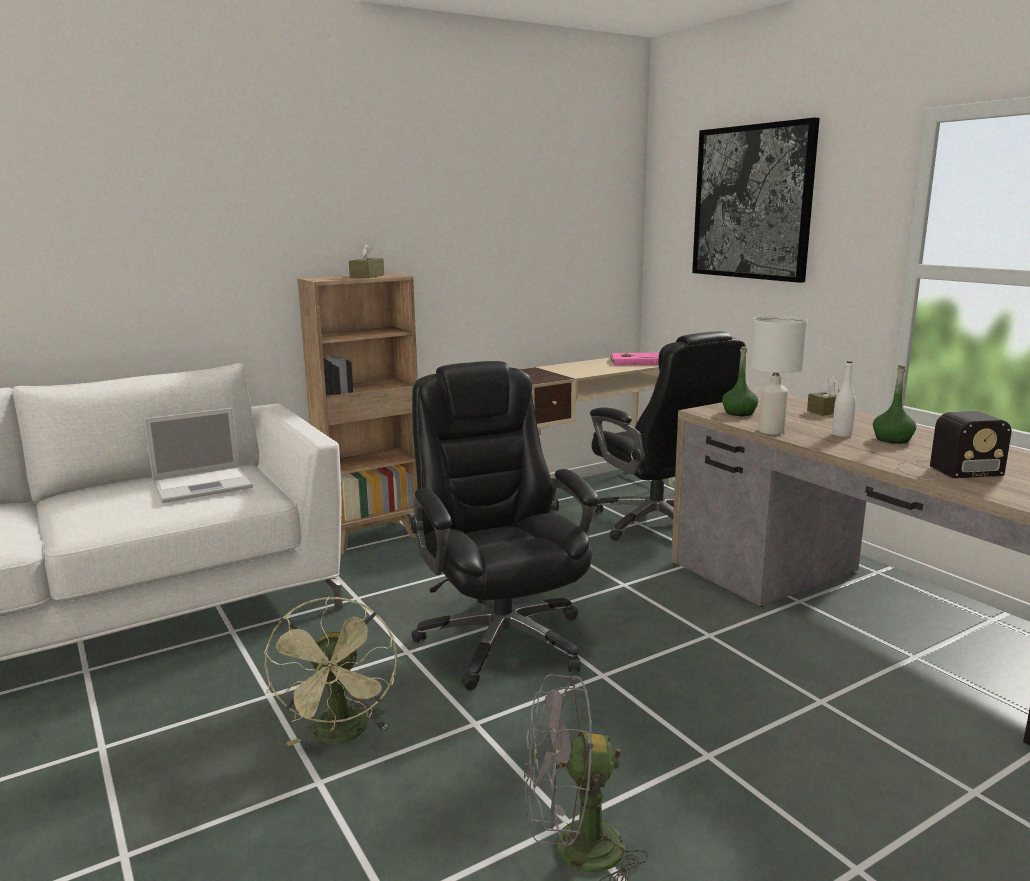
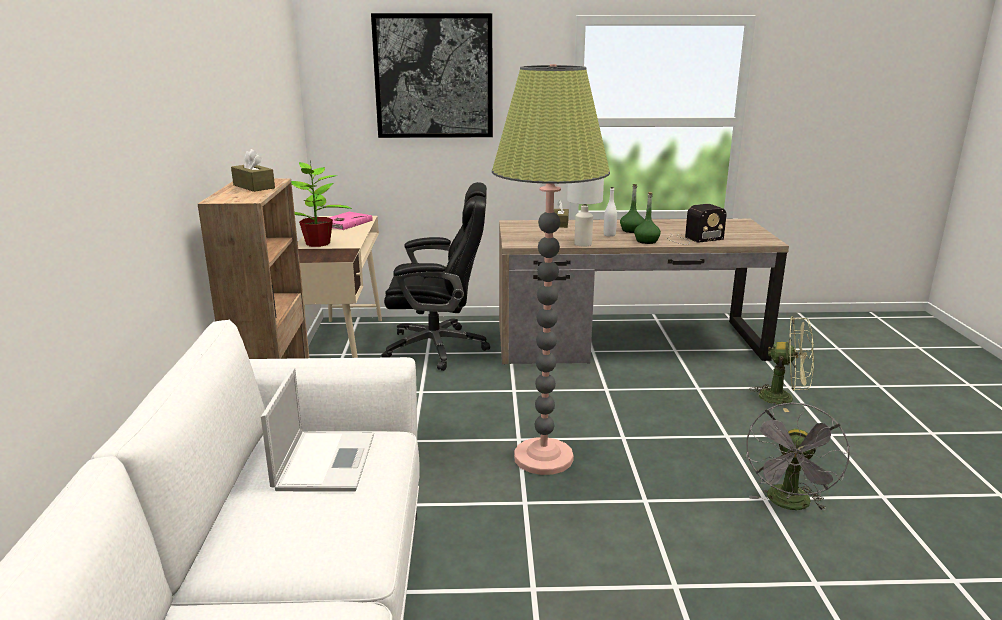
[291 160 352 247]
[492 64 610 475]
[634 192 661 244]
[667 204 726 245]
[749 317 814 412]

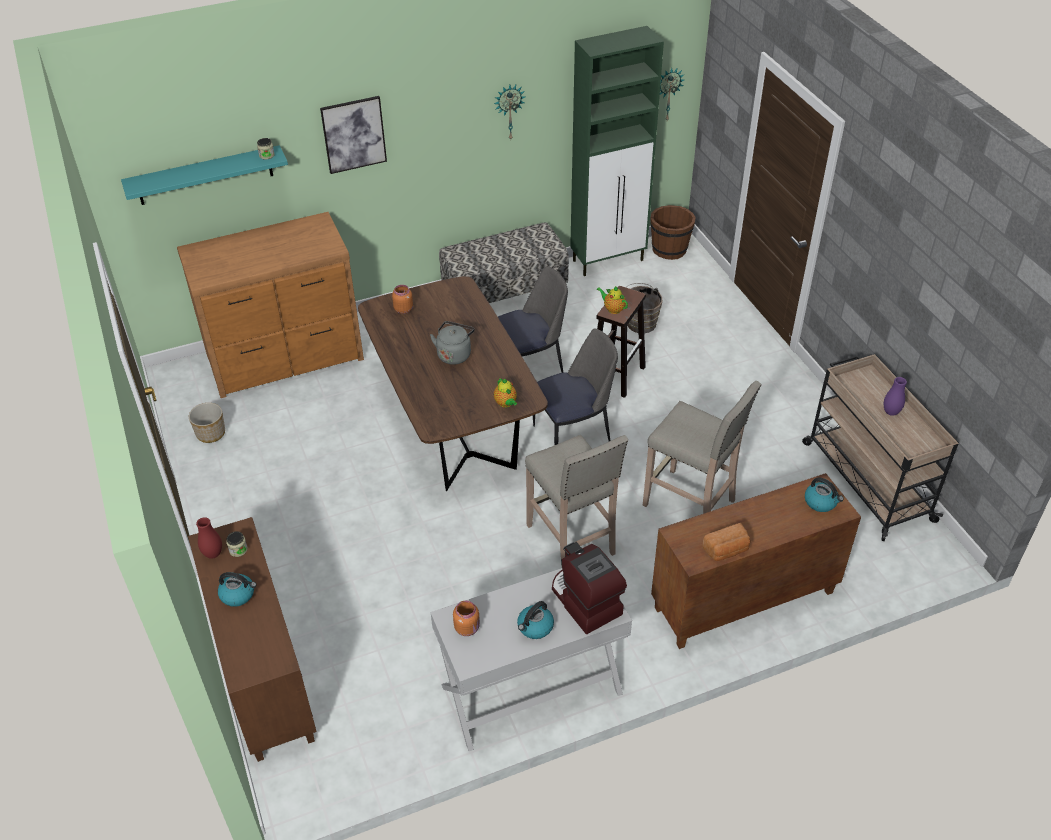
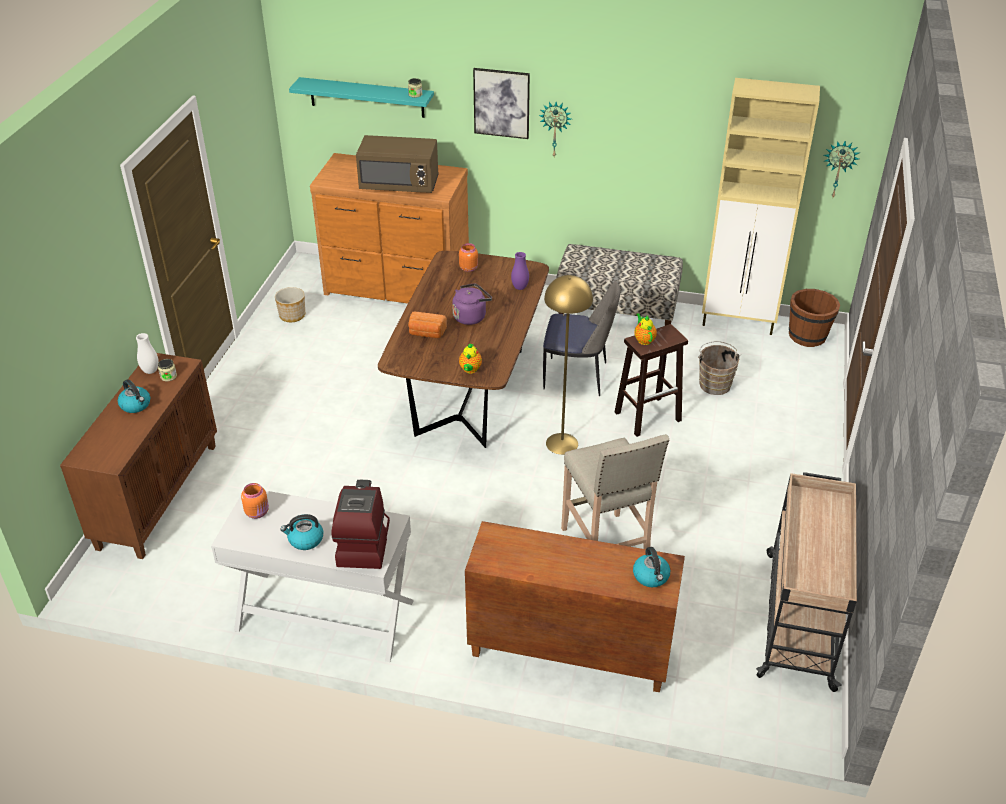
[136 333 159 374]
[356 135 439 193]
[408 312 447 338]
[452 283 492 325]
[511 252 529 290]
[539 102 571 157]
[544 275 593 455]
[702 78 820 335]
[525 435 628 559] (first image)

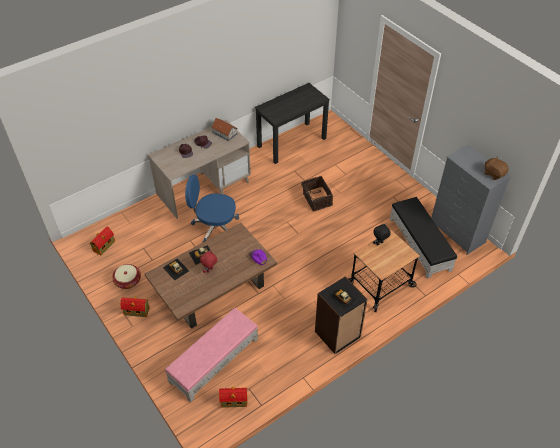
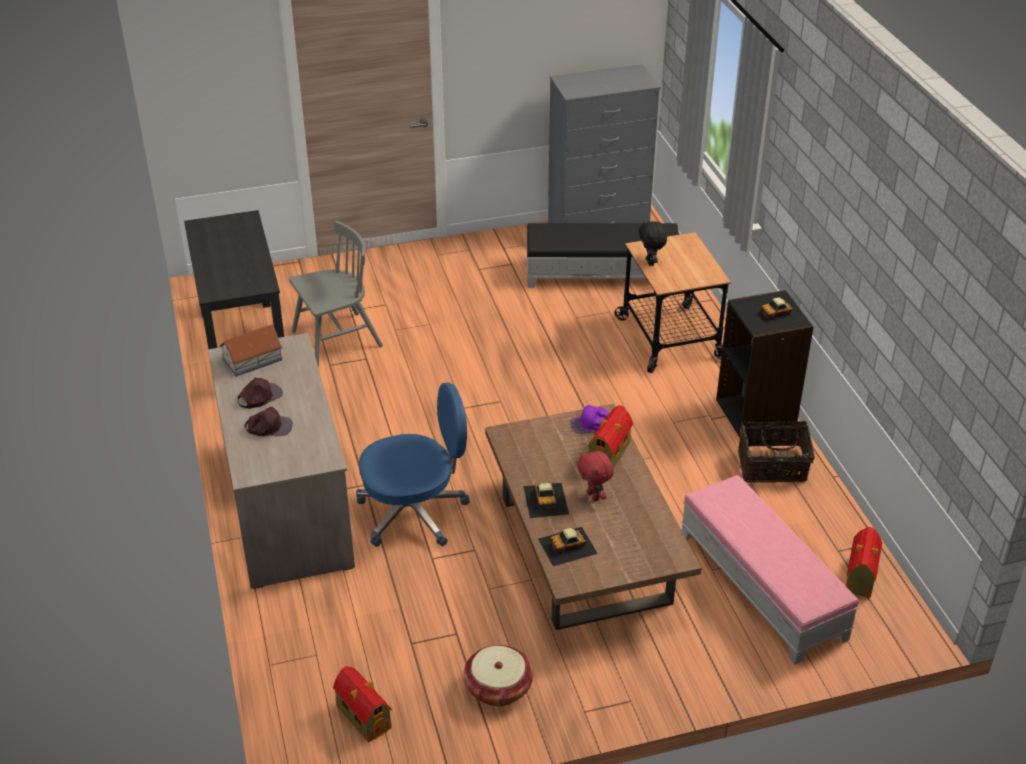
[289 221 383 367]
[356 383 470 547]
[587 405 633 468]
[738 421 815 483]
[484 157 509 180] (first image)

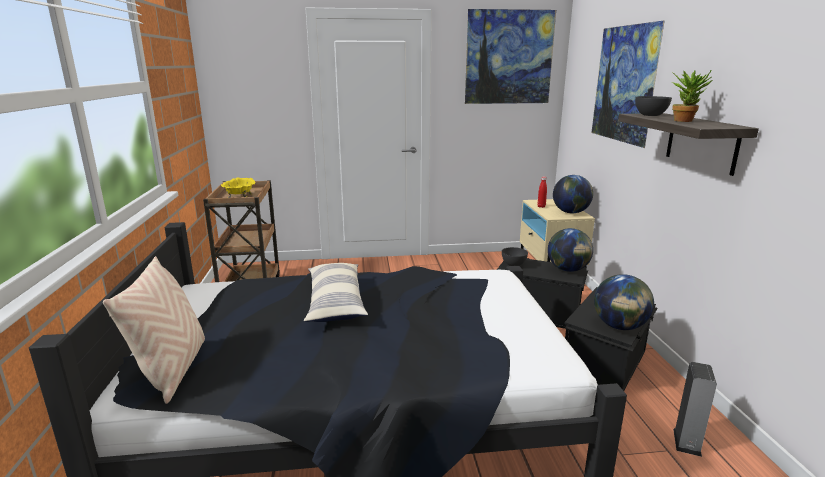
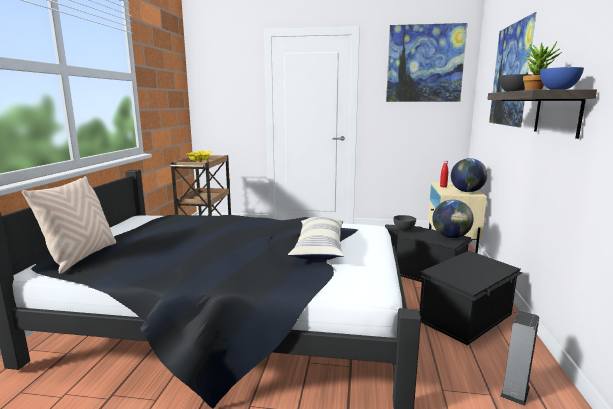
[288 217 344 260]
[540 67 584 90]
[594 274 654 330] (first image)

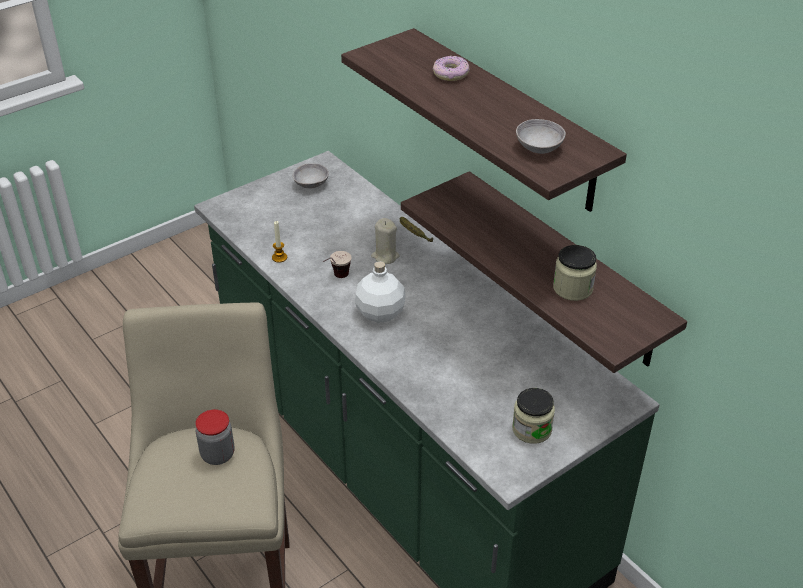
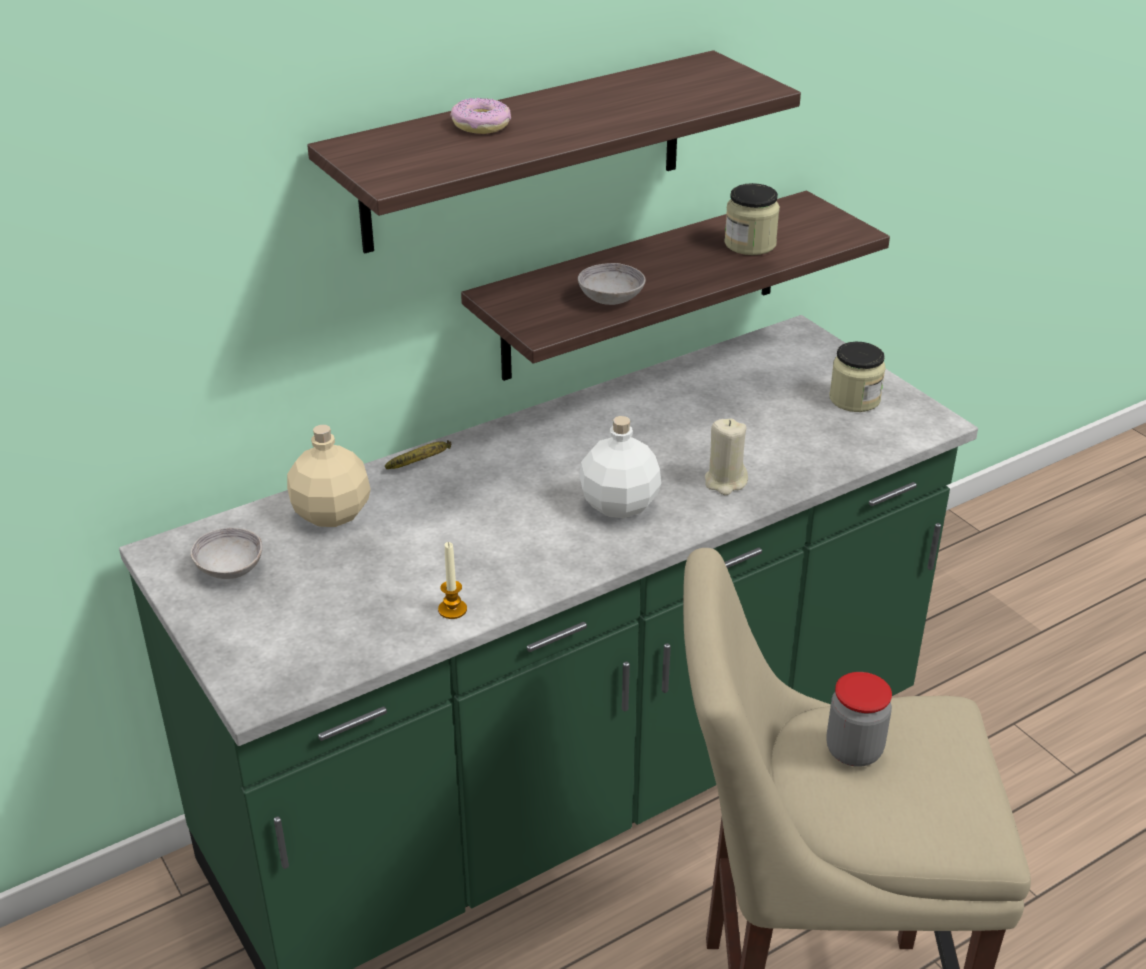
[287 425 371 527]
[578 263 646 305]
[705 419 748 495]
[323 251 352 278] (first image)

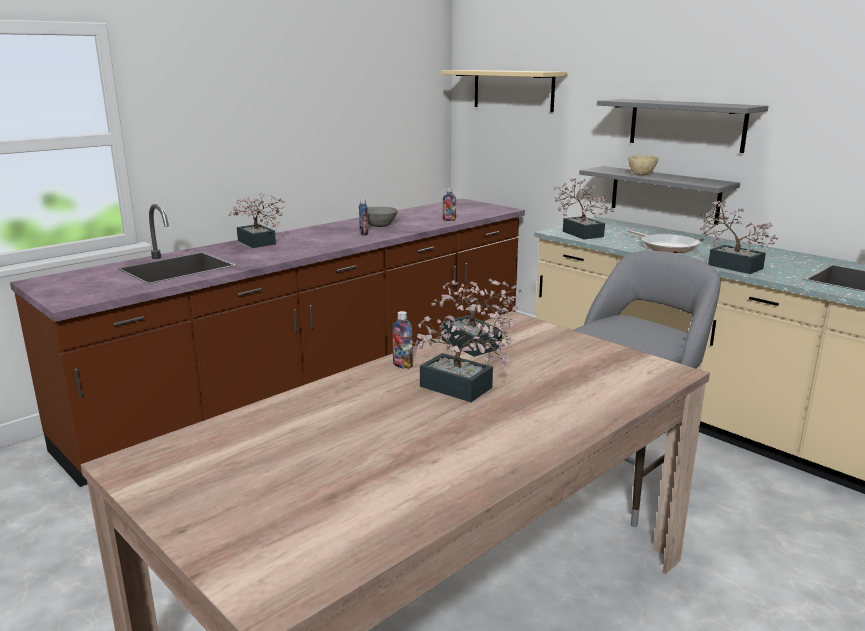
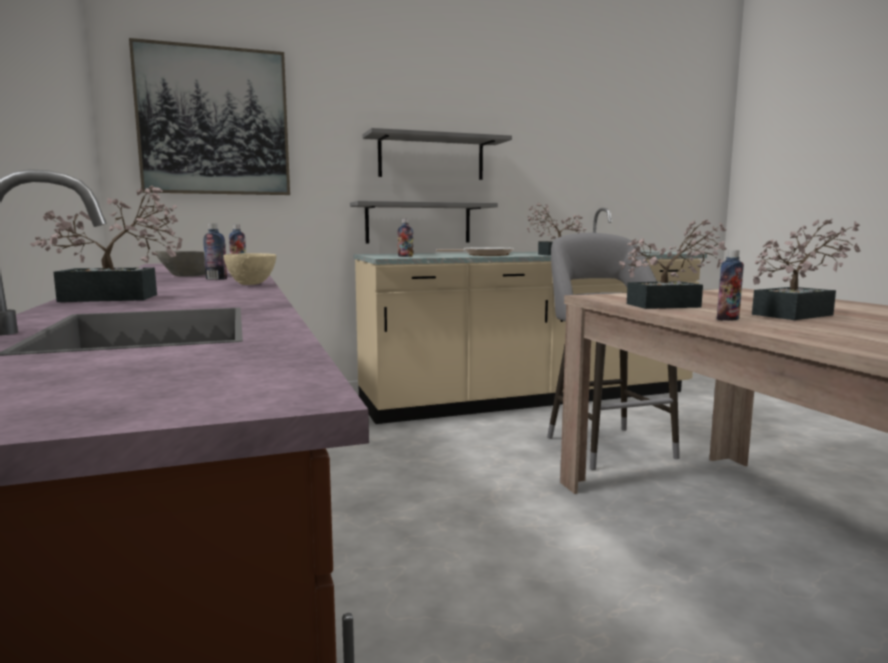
[129 38 290 195]
[223 253 276 285]
[397 219 414 257]

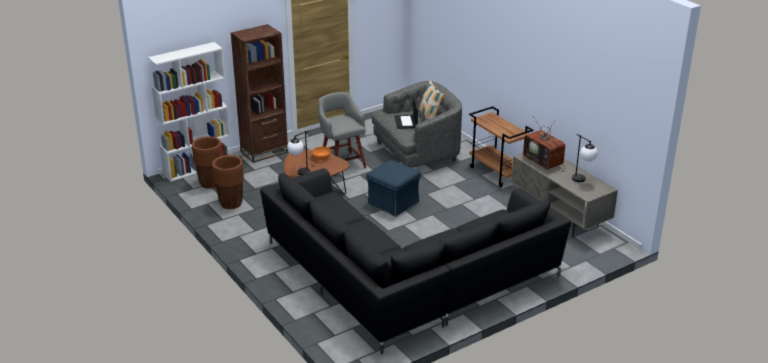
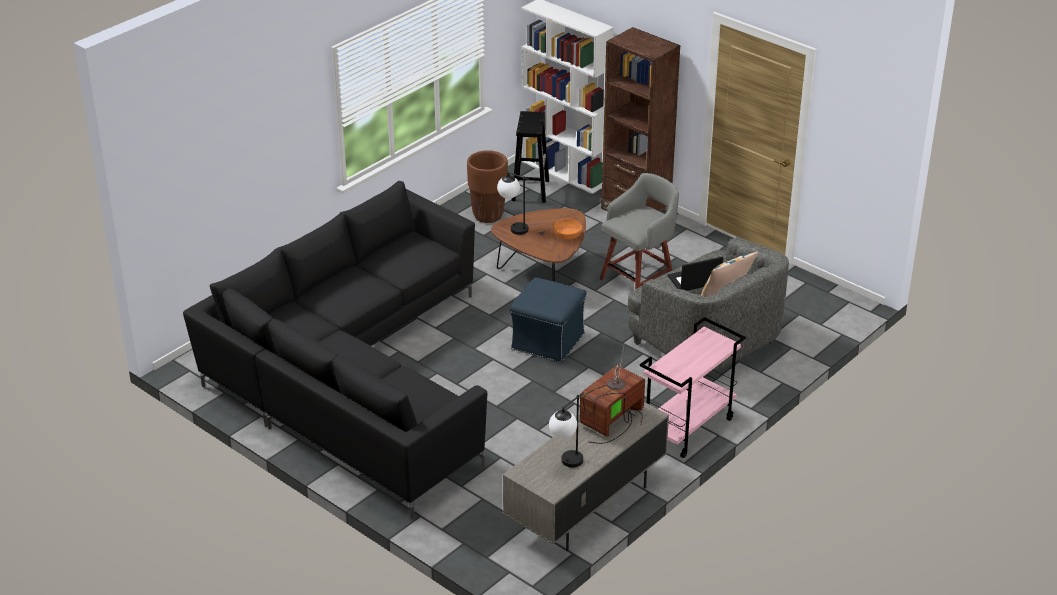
[512 111 549 203]
[640 317 746 458]

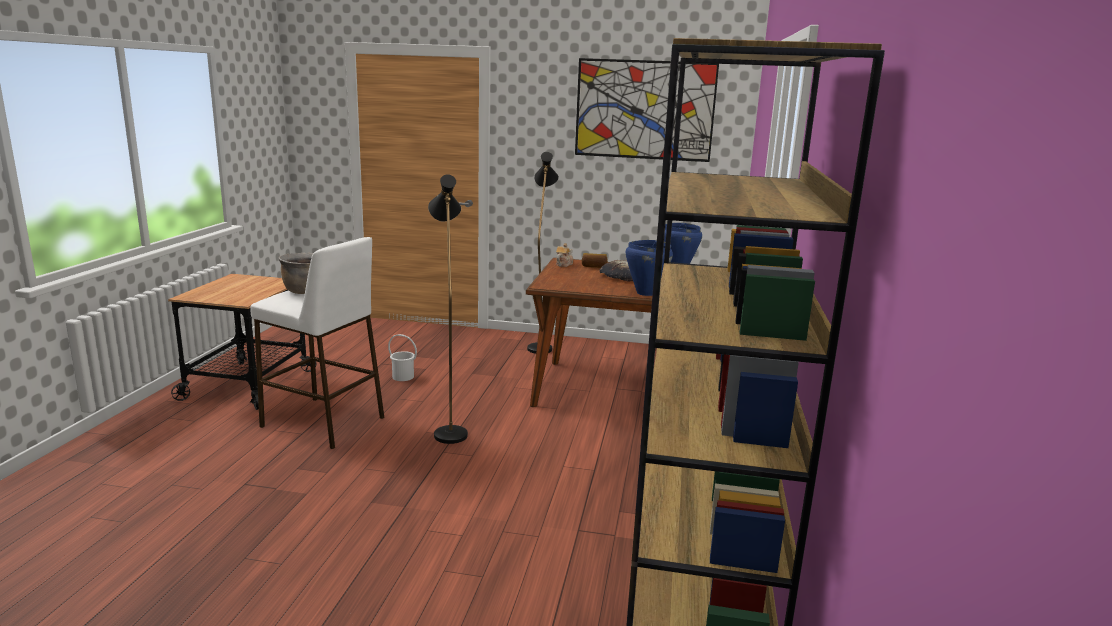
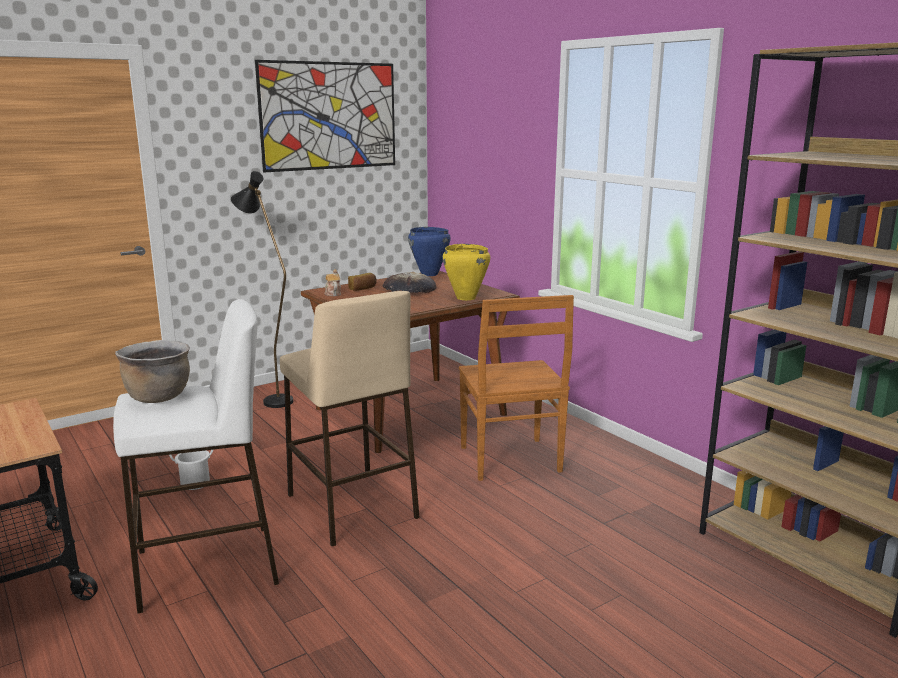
[280 291 420 546]
[442 244 490 300]
[459 295 574 481]

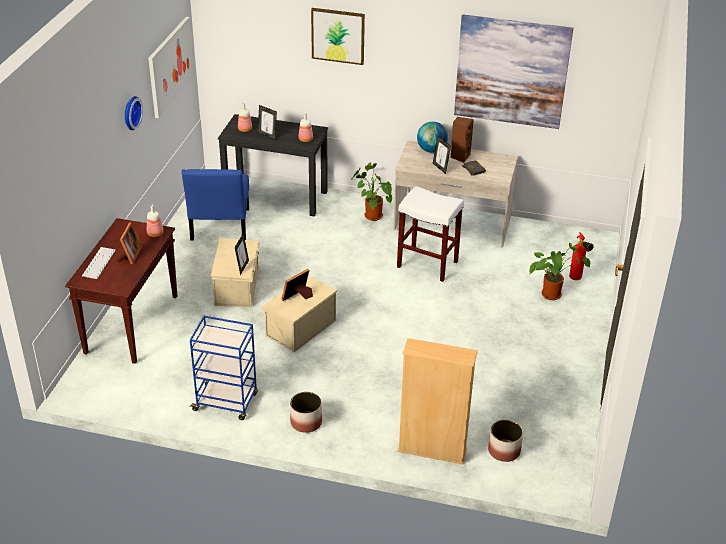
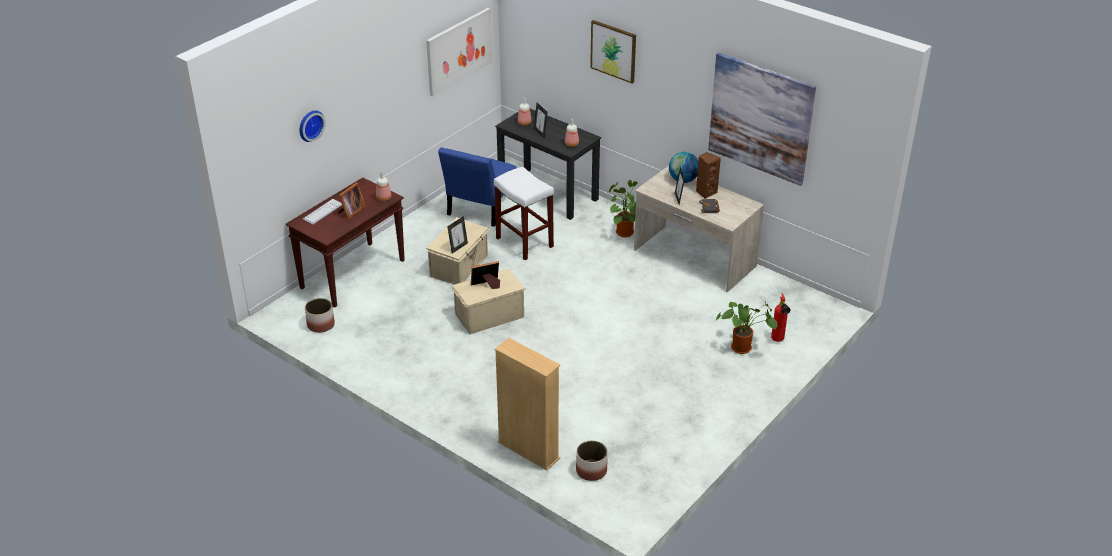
[299 110 326 142]
[305 298 335 333]
[494 167 554 260]
[189 316 258 420] (first image)

